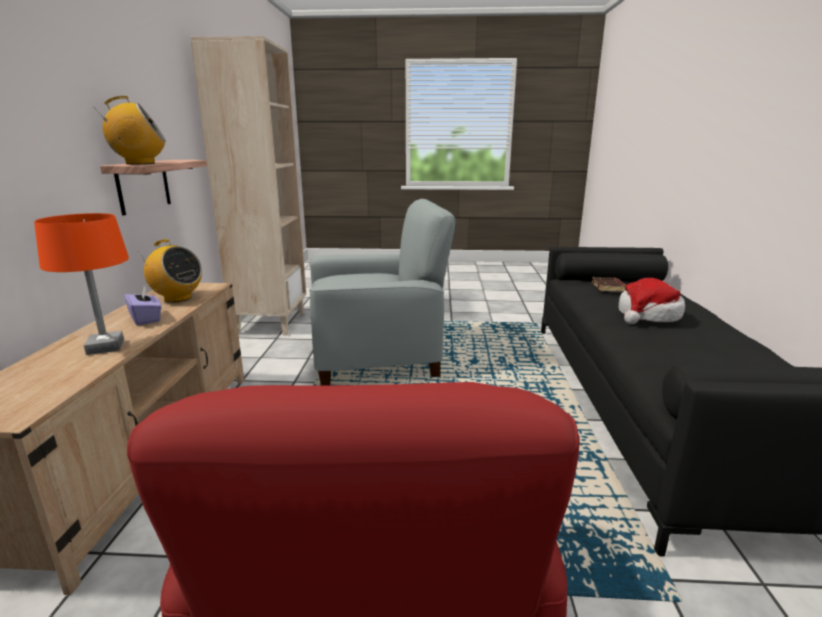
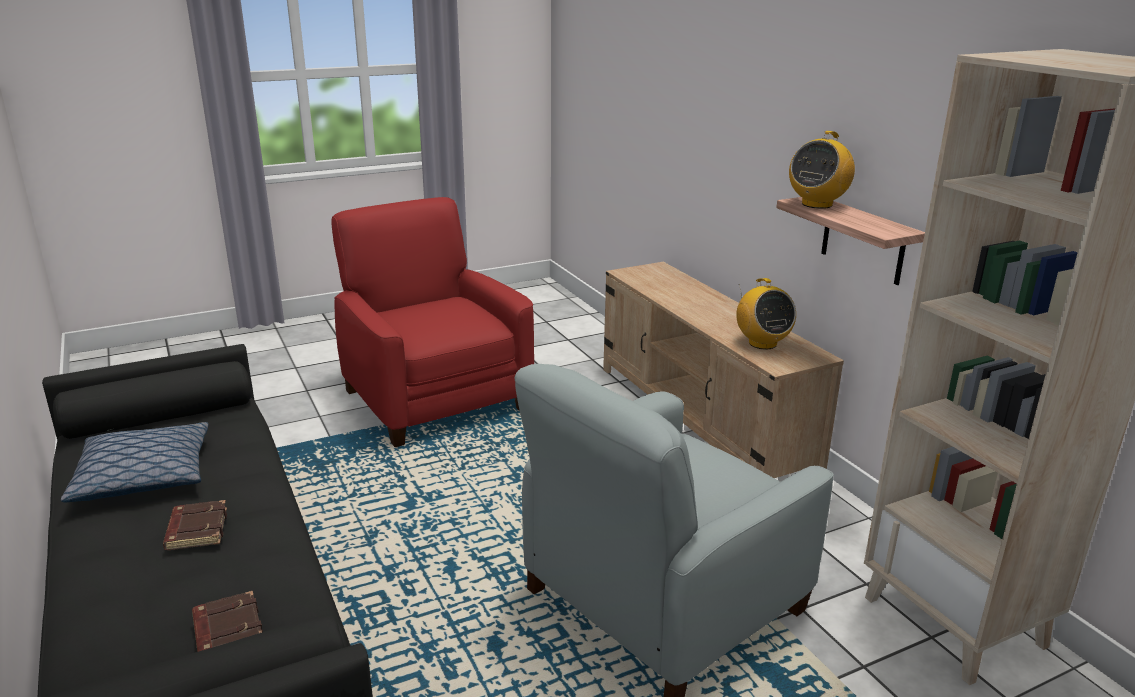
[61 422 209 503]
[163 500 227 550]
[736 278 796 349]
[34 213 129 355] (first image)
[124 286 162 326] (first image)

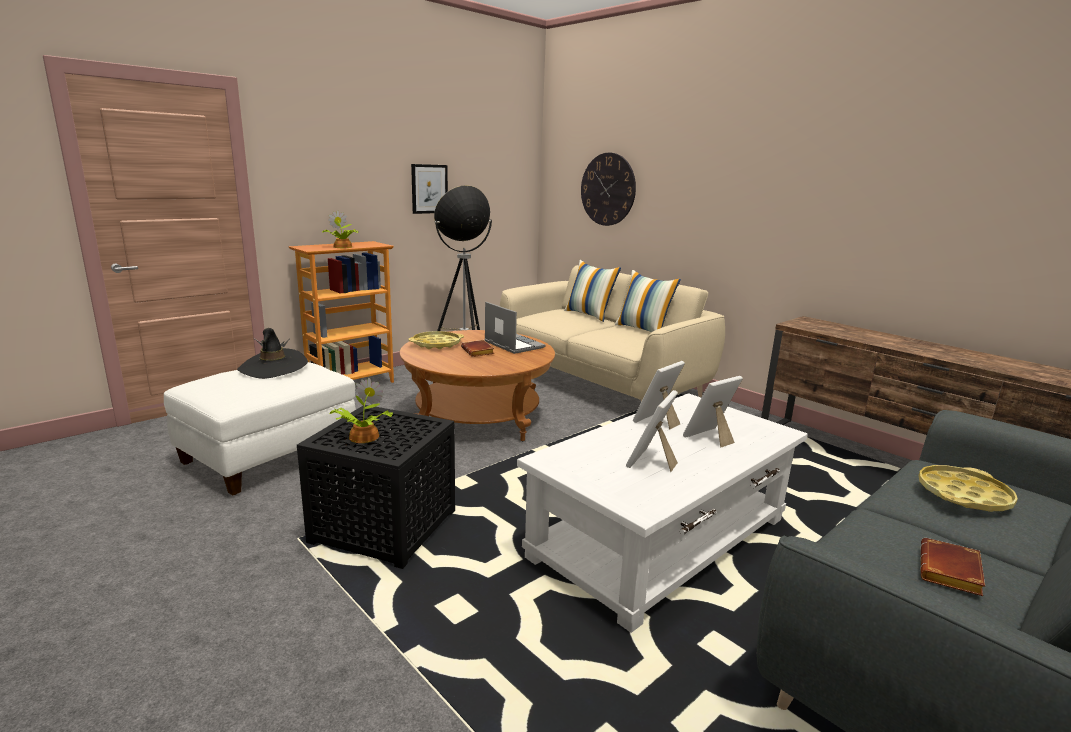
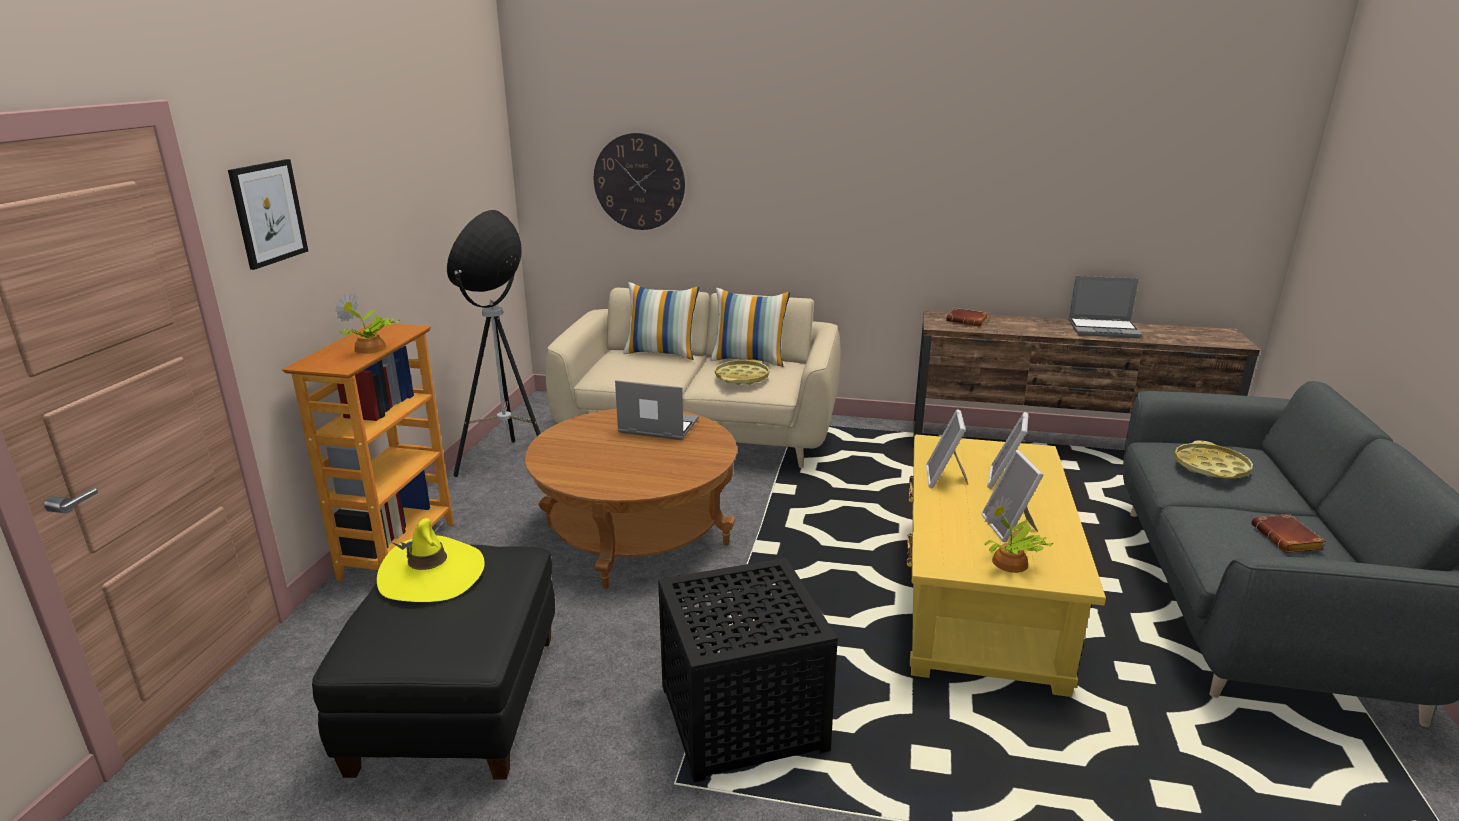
[228 159 308 270]
[312 545 555 780]
[377 518 485 602]
[715 360 769 385]
[907 434 1106 697]
[946 308 988 326]
[985 496 1053 573]
[1068 276 1142 338]

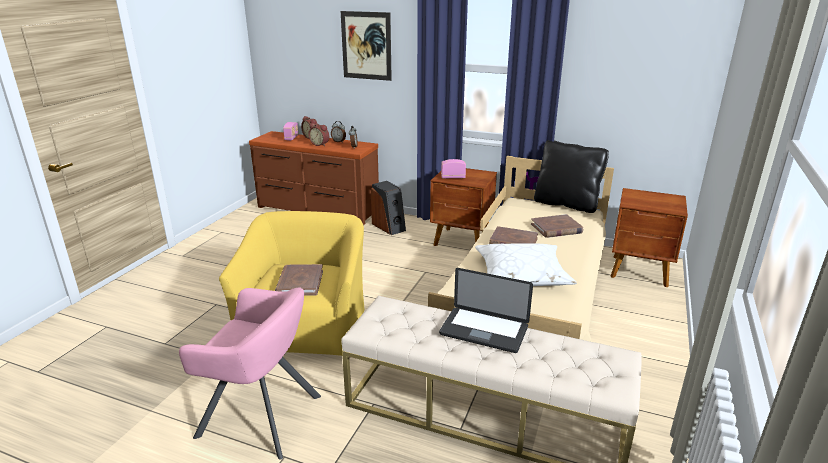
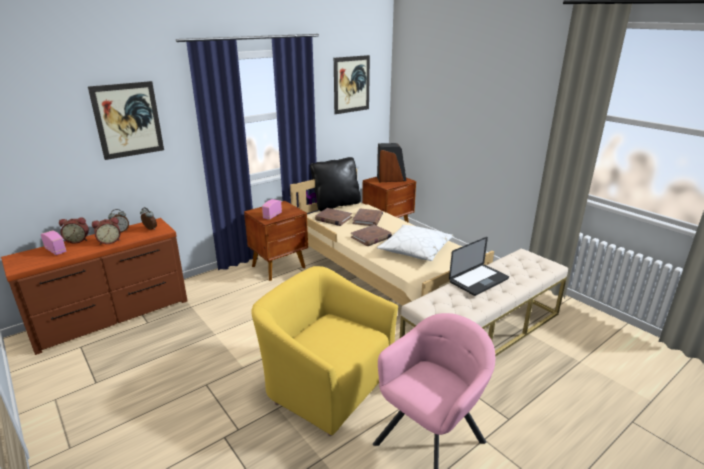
[315 208 352 226]
[334 55 370 114]
[377 143 406 182]

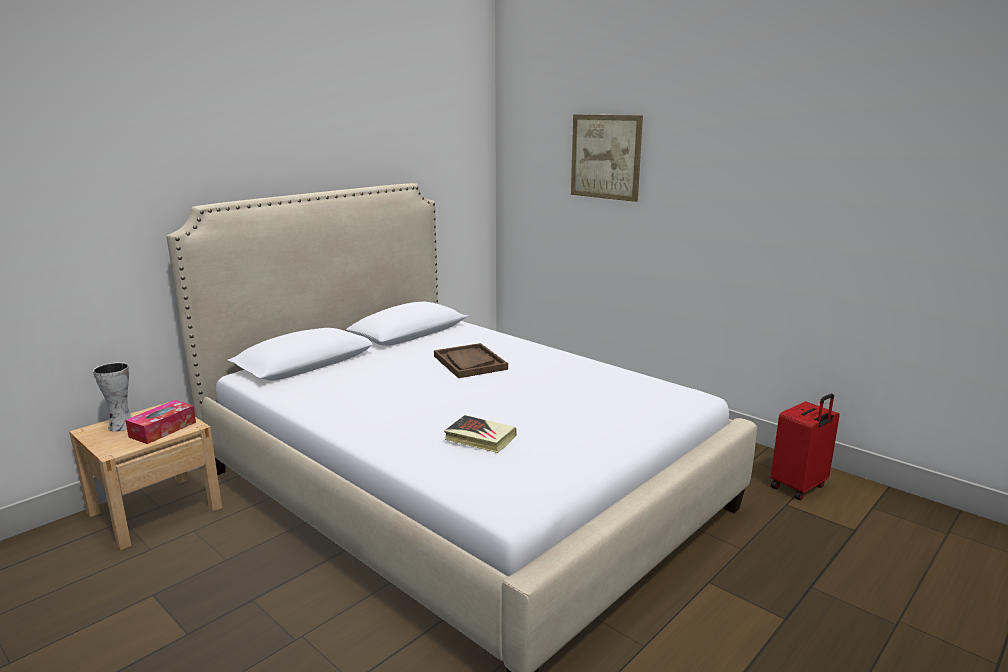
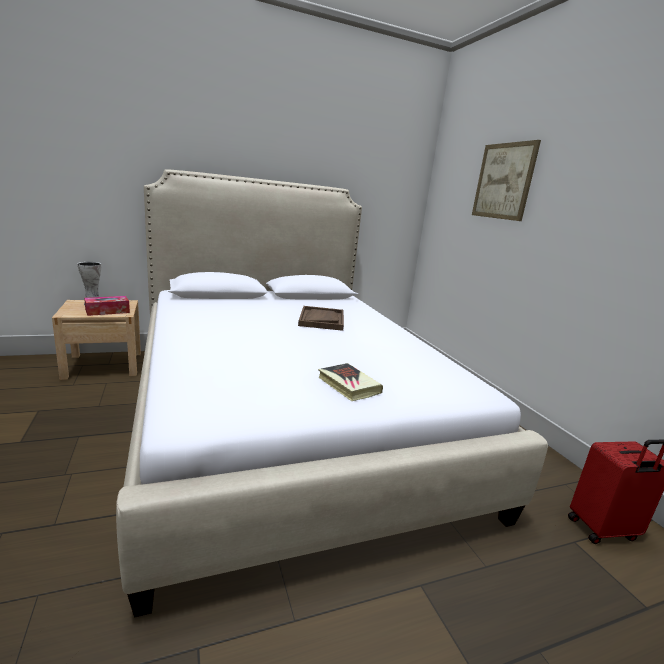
[318 363 383 401]

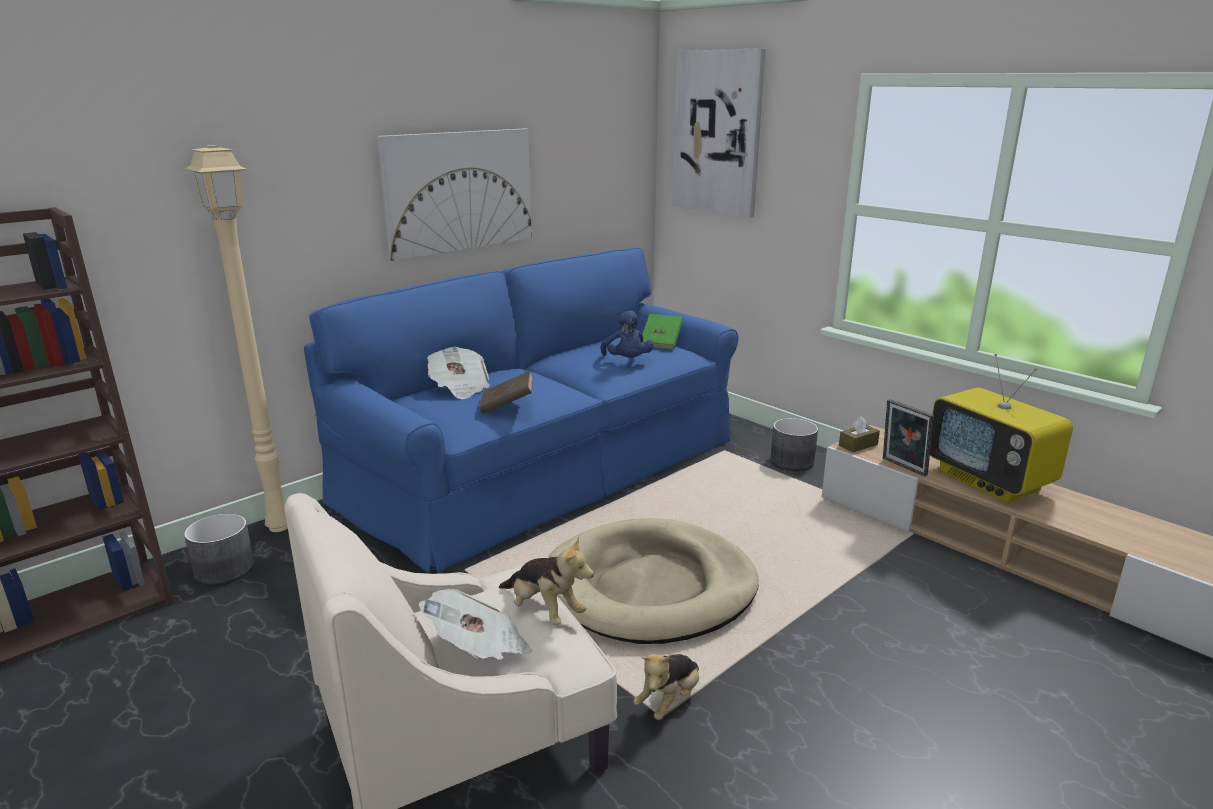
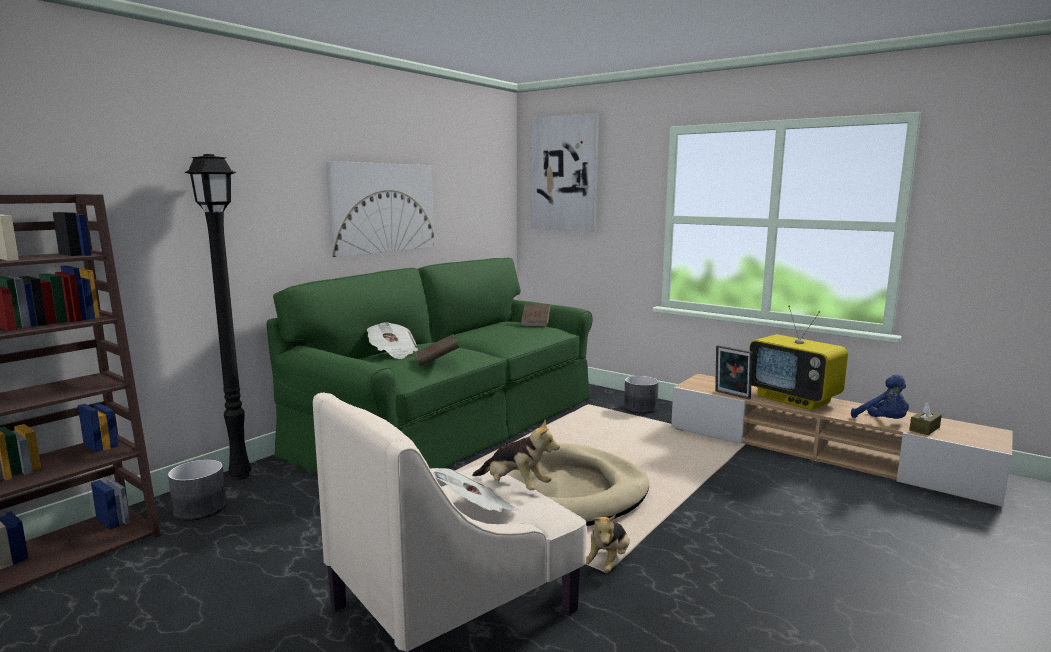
[184 154 252 480]
[266 258 593 473]
[521 303 551 327]
[851 375 909 419]
[909 402 942 435]

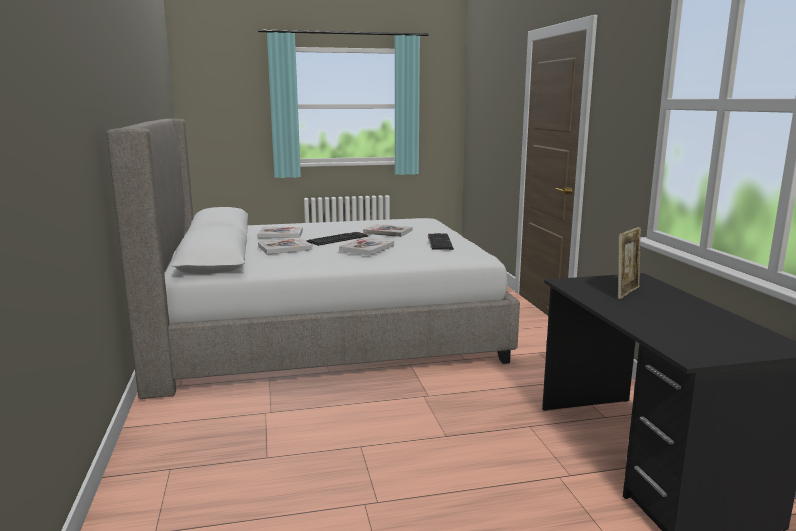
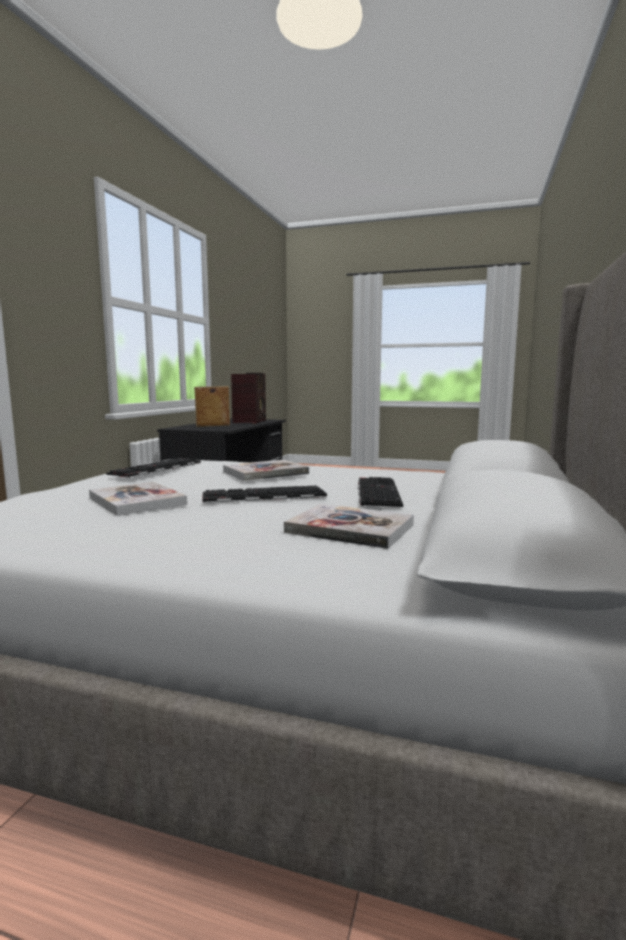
[231 373 266 424]
[358 477 403 507]

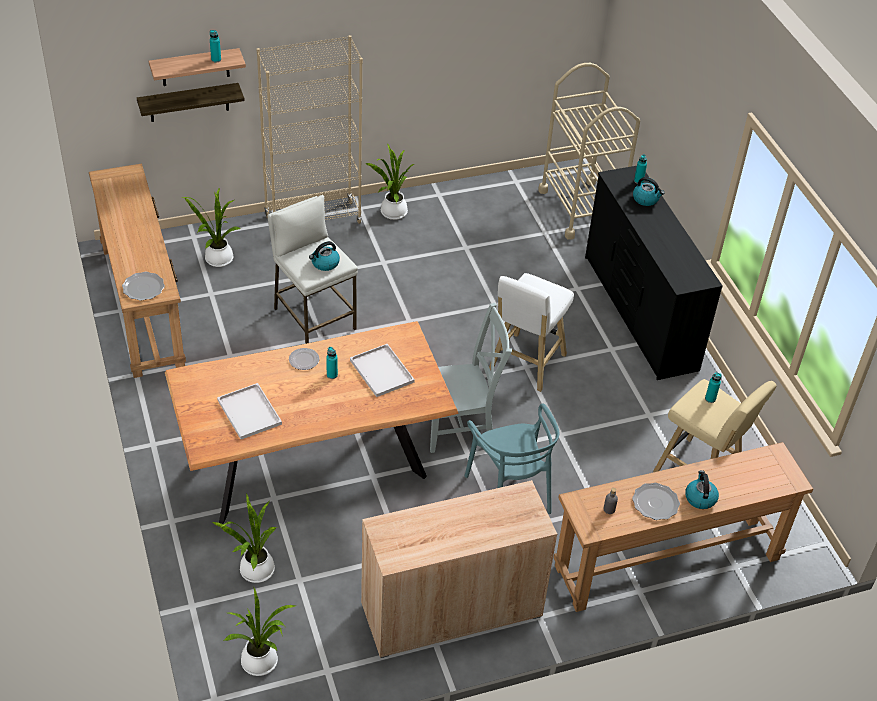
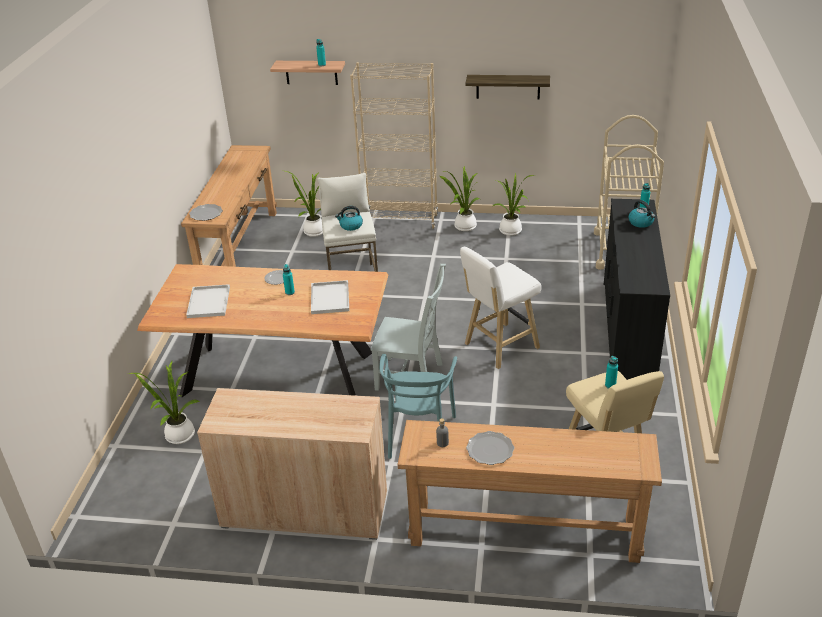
[465 75 550 100]
[493 173 535 236]
[685 470 719 509] (first image)

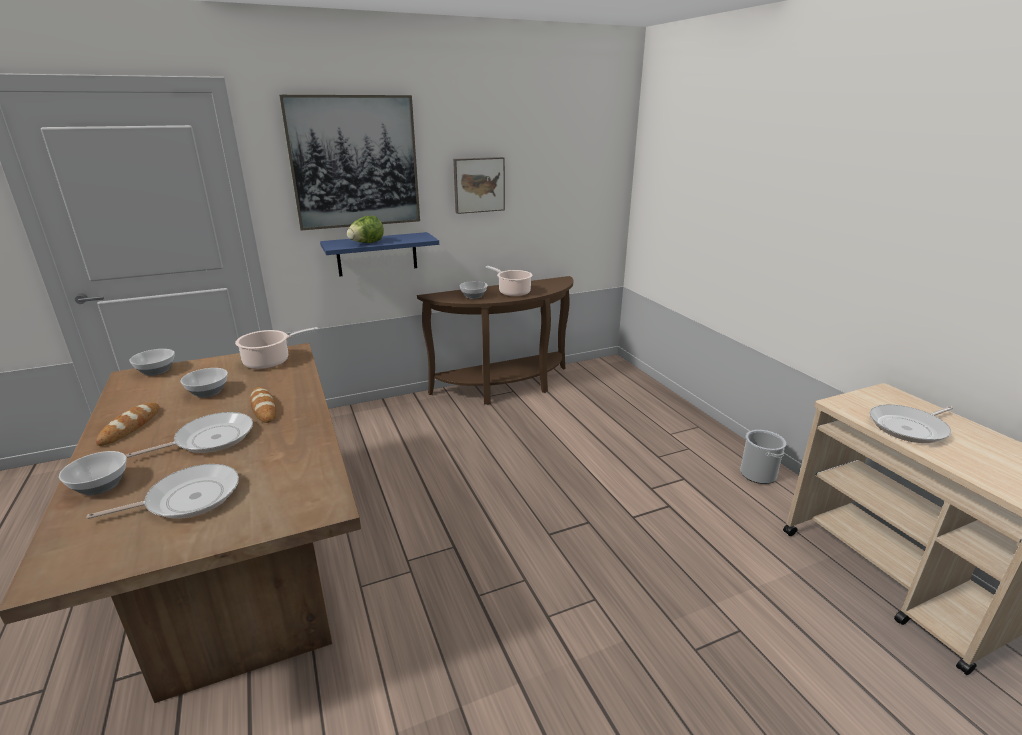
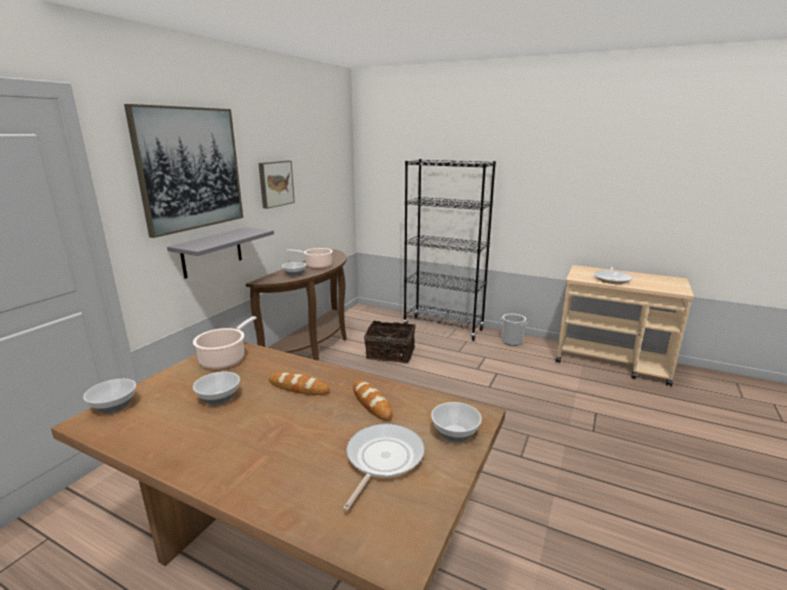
[167 227 274 279]
[353 381 393 421]
[364 321 416 363]
[403 159 496 341]
[431 402 482 443]
[126 412 253 458] (first image)
[347 216 384 243] (first image)

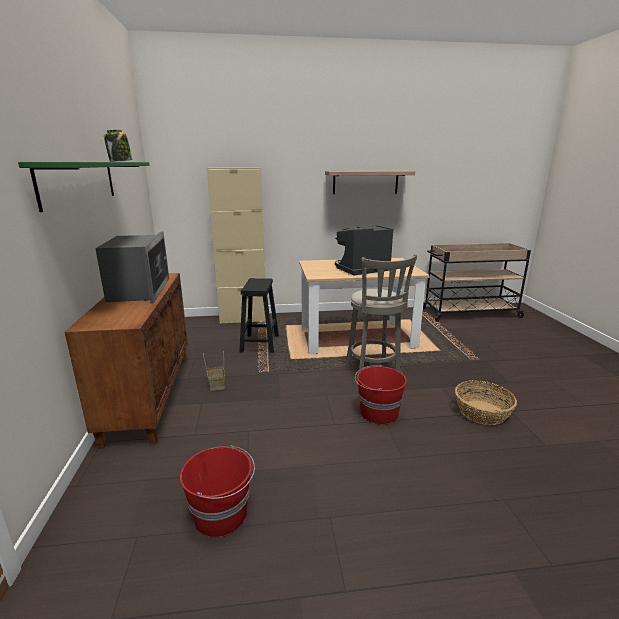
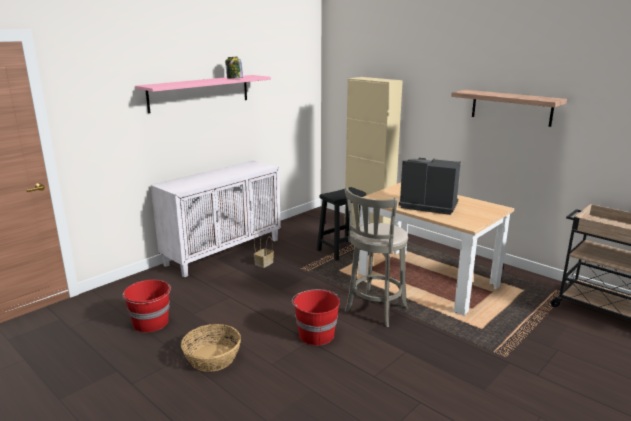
[135 75 271 113]
[151 160 281 278]
[181 324 241 372]
[95 231 169 304] (first image)

